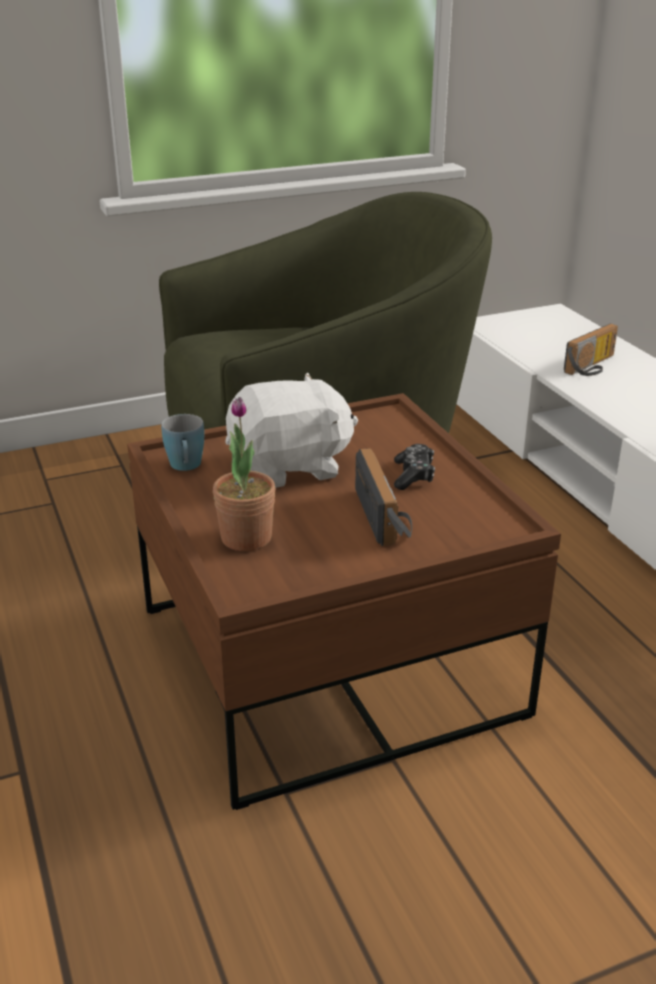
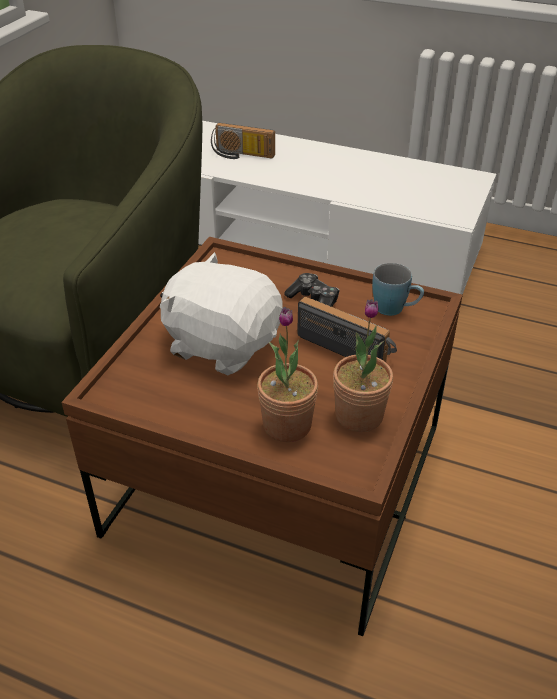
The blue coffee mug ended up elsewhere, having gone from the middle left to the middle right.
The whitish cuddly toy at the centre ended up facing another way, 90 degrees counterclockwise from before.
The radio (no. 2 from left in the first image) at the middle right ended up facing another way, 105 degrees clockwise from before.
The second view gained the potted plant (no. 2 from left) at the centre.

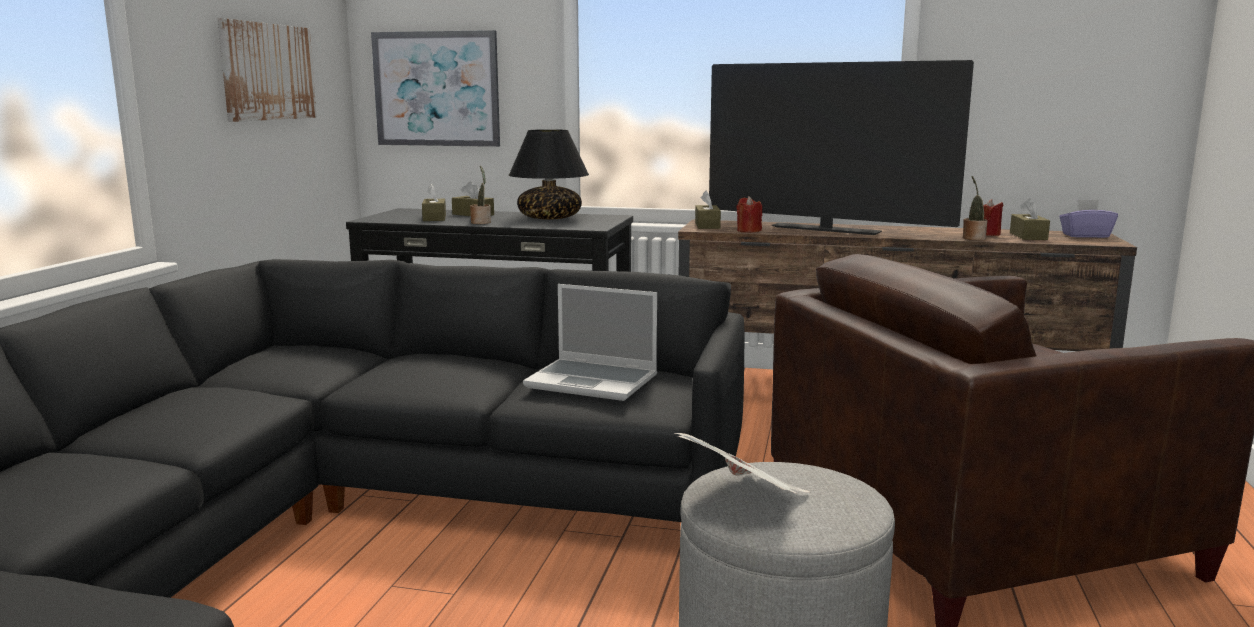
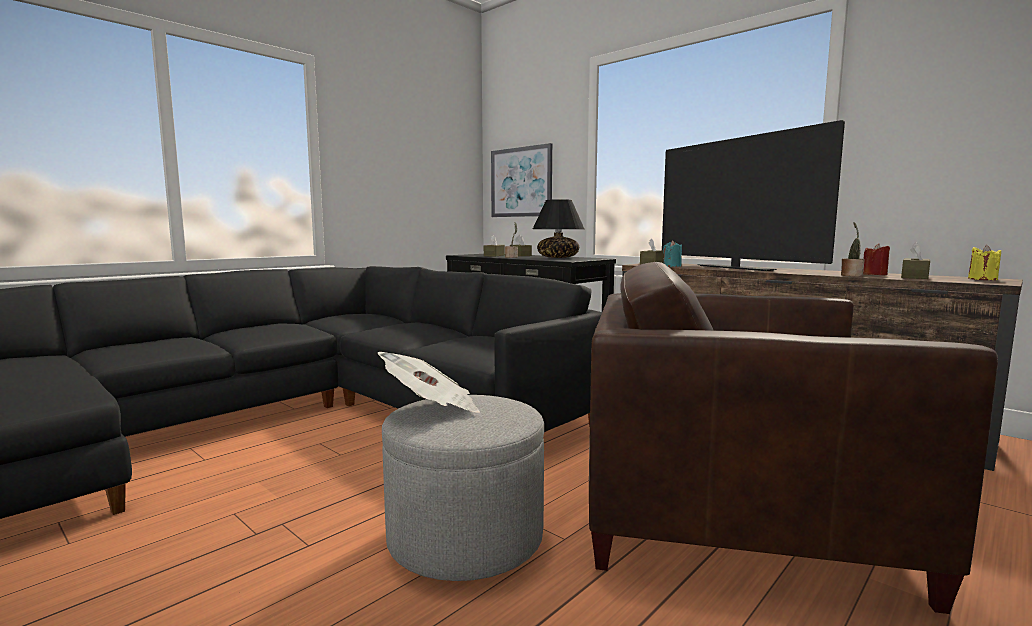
The second view lost the wall art (no. 1 from left) at the top left.
The second view lost the portable computer at the centre.
What was the red wax light (no. 1 from left) at the centre turned into the turquoise-coloured wax light at the centre.
Where the purple-coloured tissue holder stood at the middle right, the yellow-coloured wax light came to stand at the middle right.

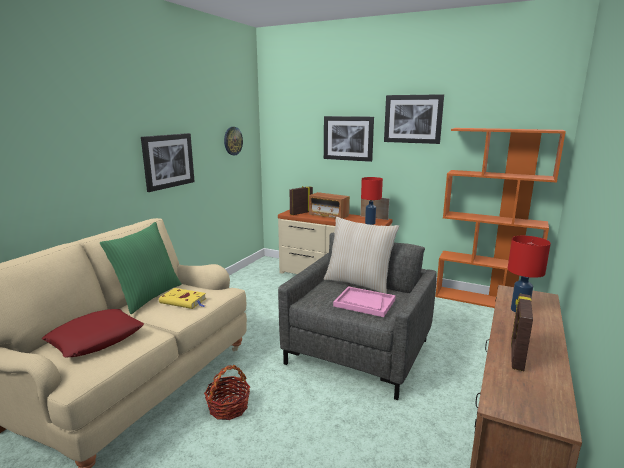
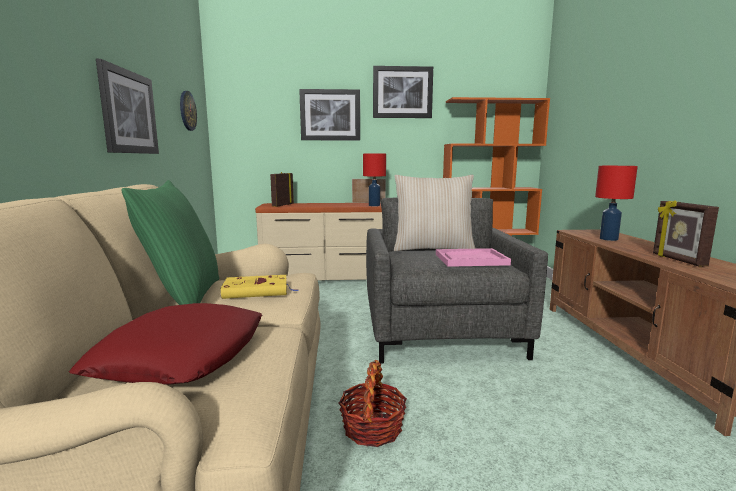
The second view lost the radio at the centre.

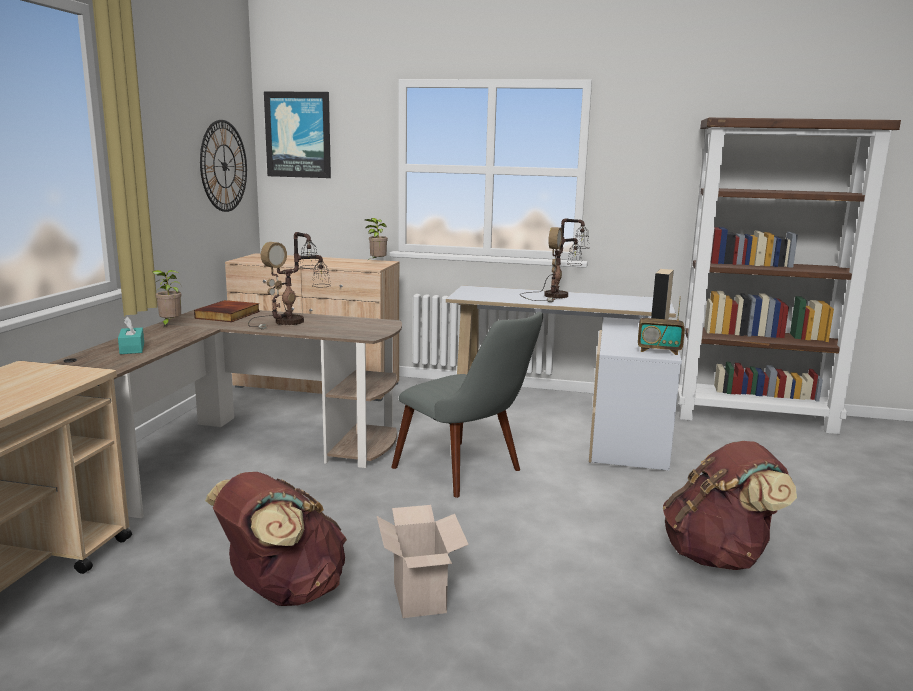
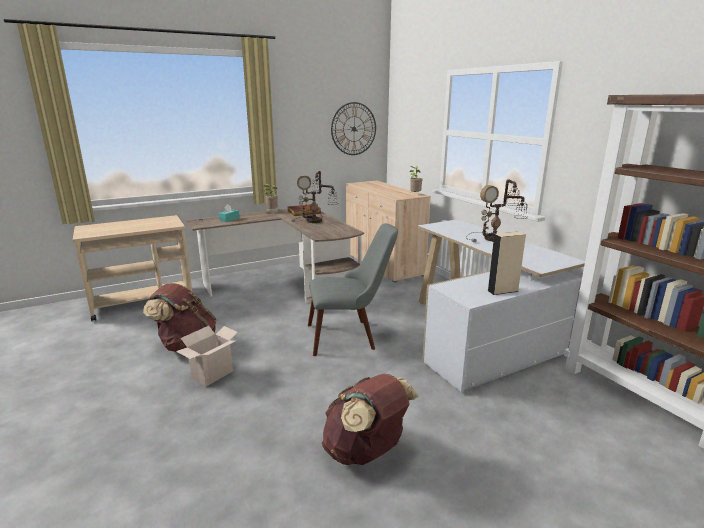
The second view lost the wall art at the top left.
The greyish plain chair at the centre ended up facing another way, 105 degrees counterclockwise from before.
The second view lost the radio at the middle right.

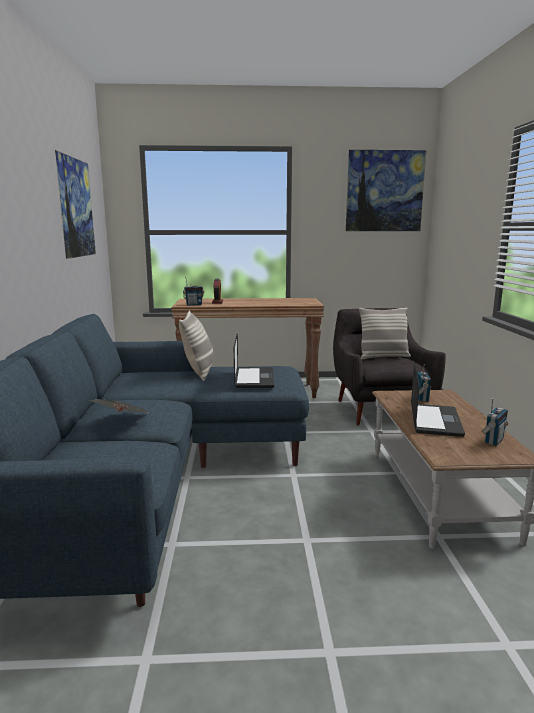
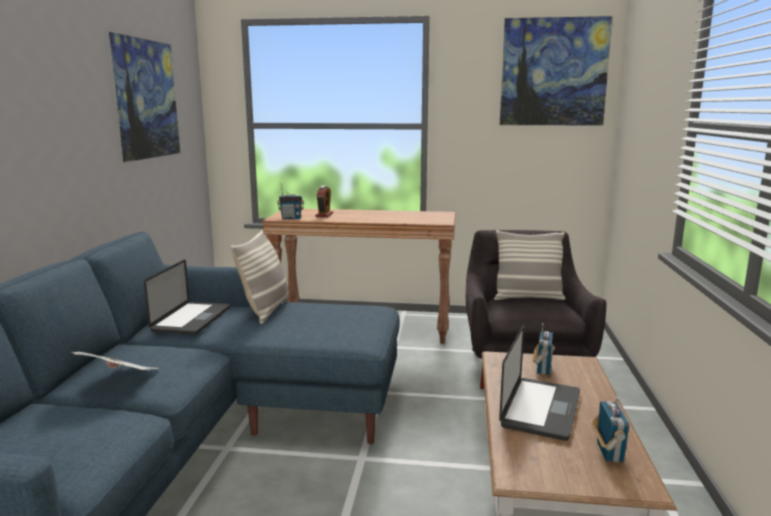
The portable computer (no. 1 from left) ended up elsewhere, having gone from the centre to the middle left.
The radio (no. 3 from left) at the middle right ended up facing another way, 45 degrees counterclockwise from before.

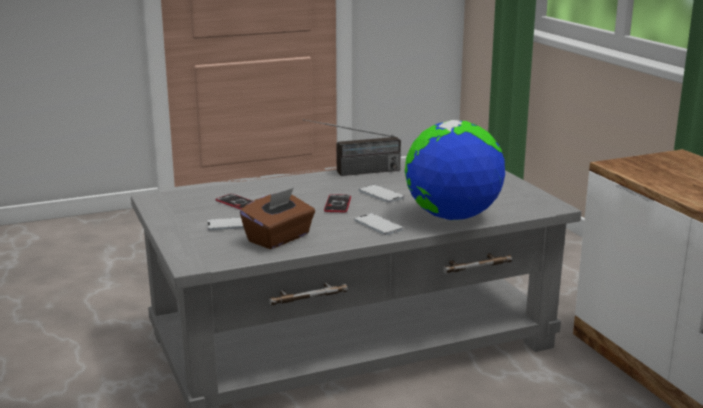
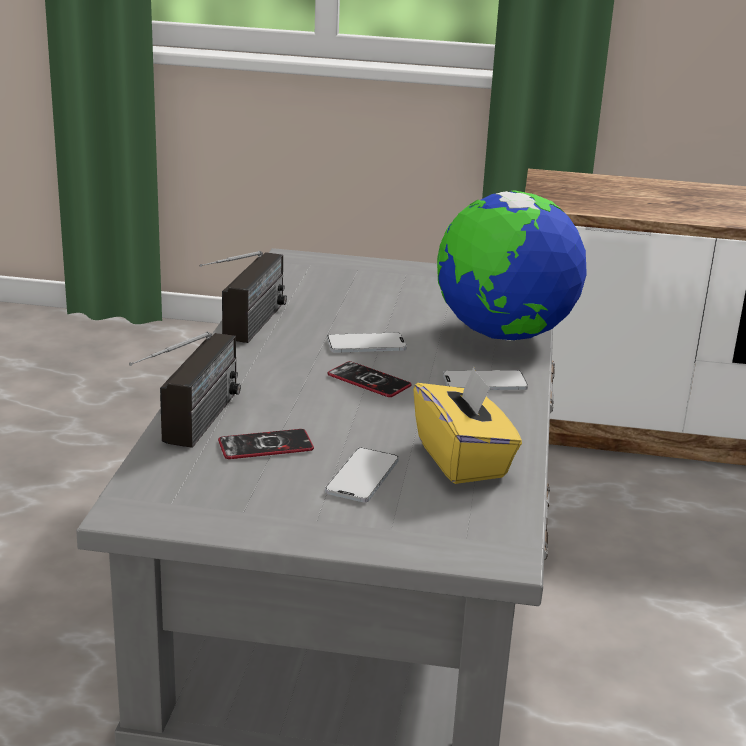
What was the brown tissue holder at the centre turned into the yellow-coloured tissue holder at the centre.
The second view gained the radio (no. 1 from left) at the middle left.

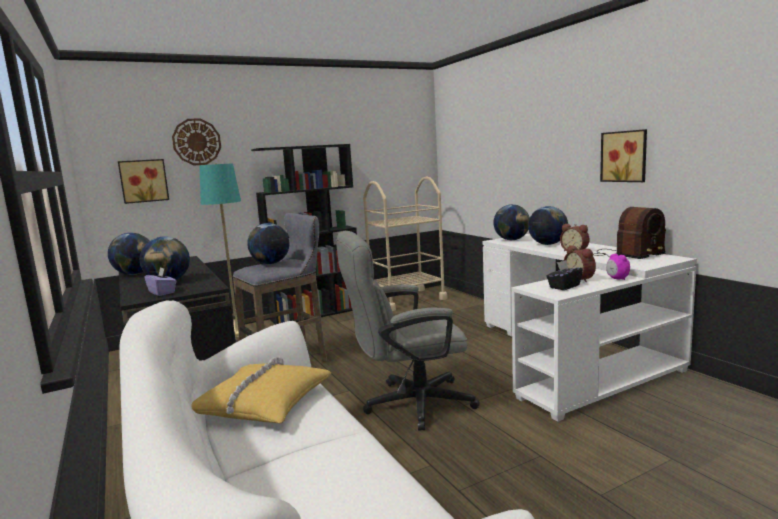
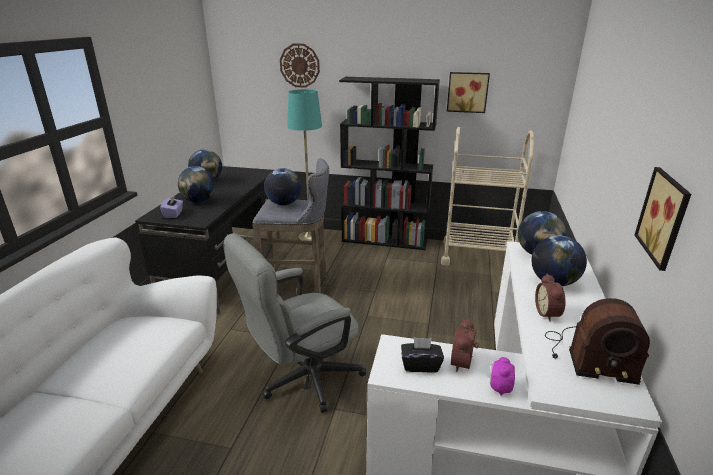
The wall art (no. 1 from left) ended up elsewhere, having gone from the middle left to the top centre.
The second view lost the yellow-coloured cushion at the bottom centre.
The greyish desk chair at the centre ended up facing another way, 60 degrees counterclockwise from before.

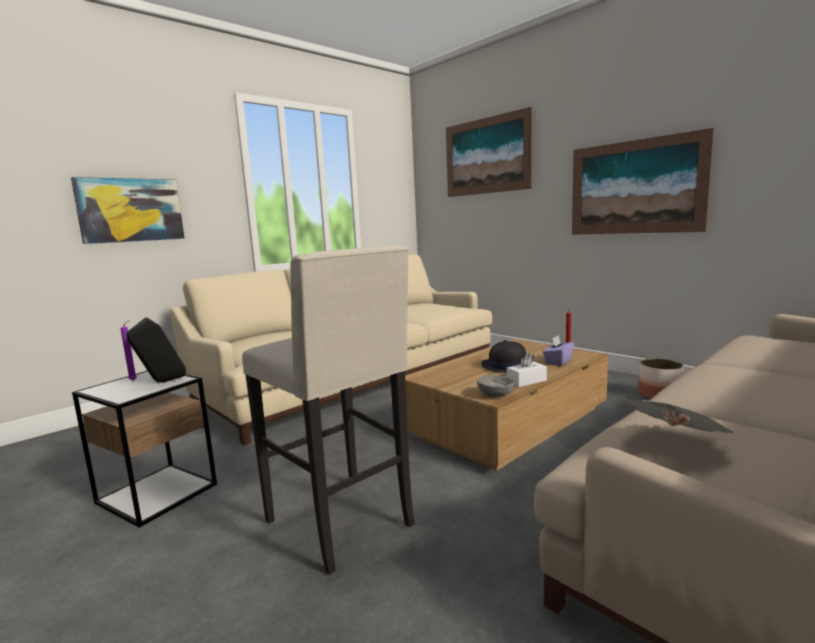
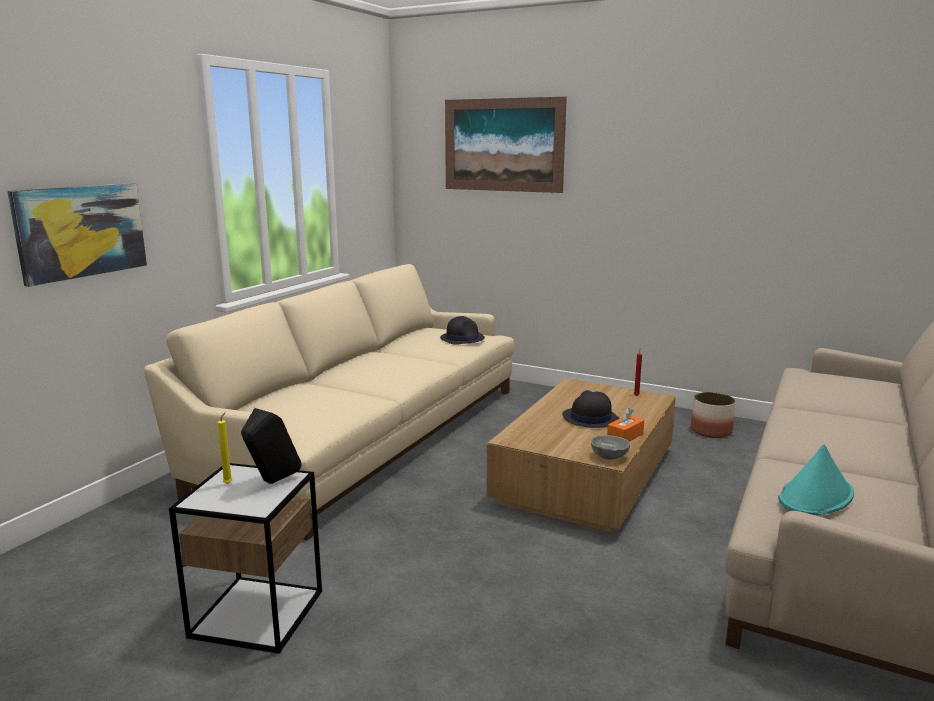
What was the purple-coloured wax light at the middle left turned into the yellow-coloured wax light at the middle left.
The second view lost the beige stool at the centre.
What was the whitish tissue holder at the centre turned into the orange-coloured tissue holder at the middle right.
The second view lost the purple-coloured tissue holder at the middle right.
The second view lost the wall art (no. 3 from left) at the top right.
Where the daily paper stood at the middle right, the turquoise-coloured wearable hat came to stand at the bottom right.
The second view gained the black-coloured wearable hat (no. 1 from left) at the centre.

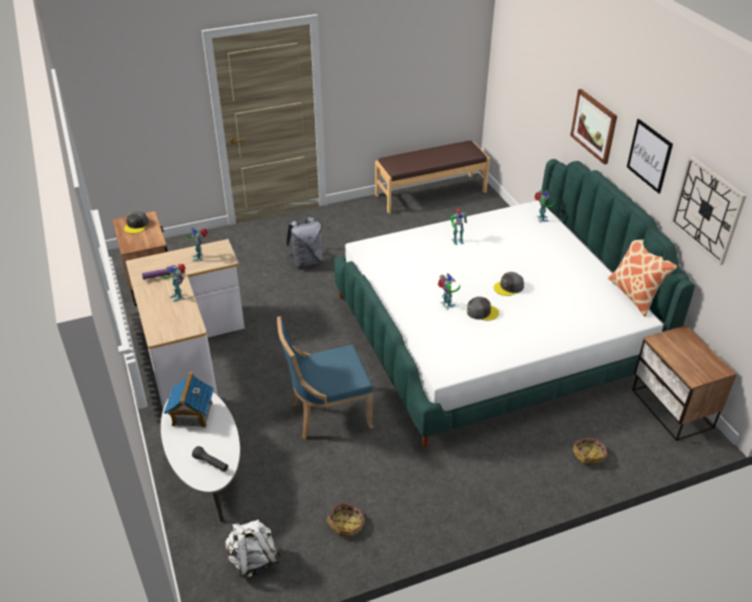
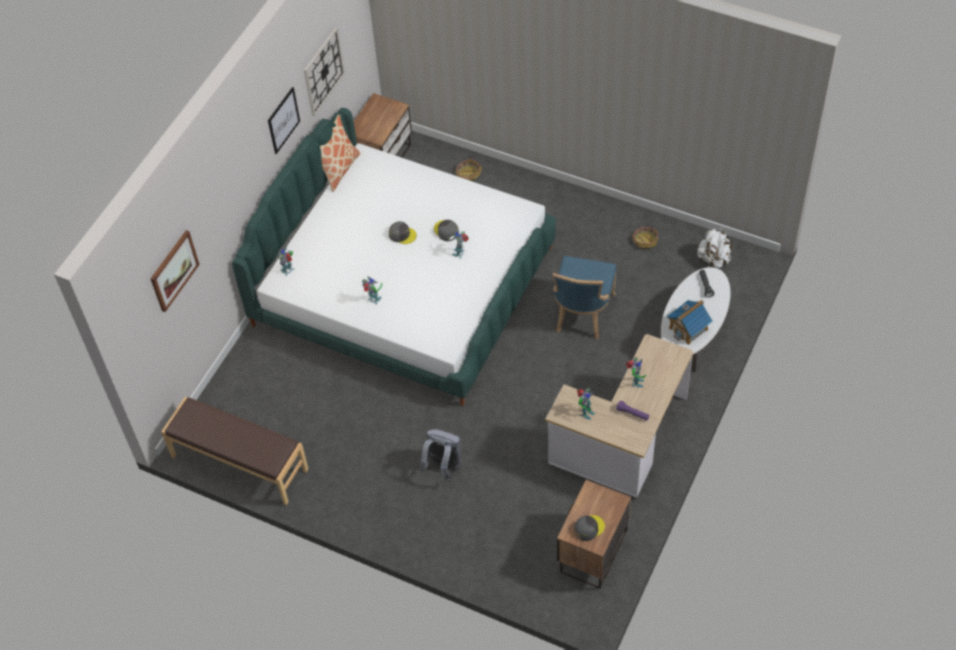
The blue plain chair at the centre ended up facing another way, 75 degrees clockwise from before.
The wall art (no. 1 from left) ended up elsewhere, having gone from the top right to the middle left.

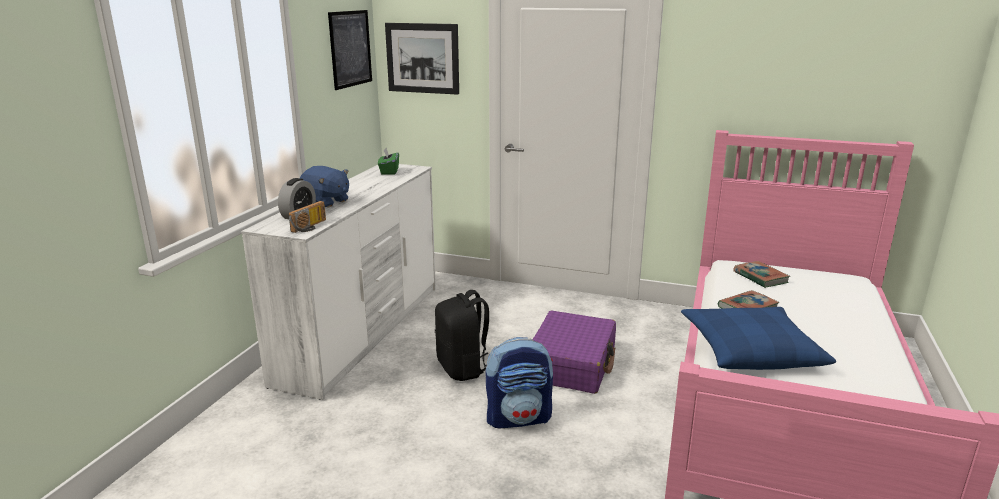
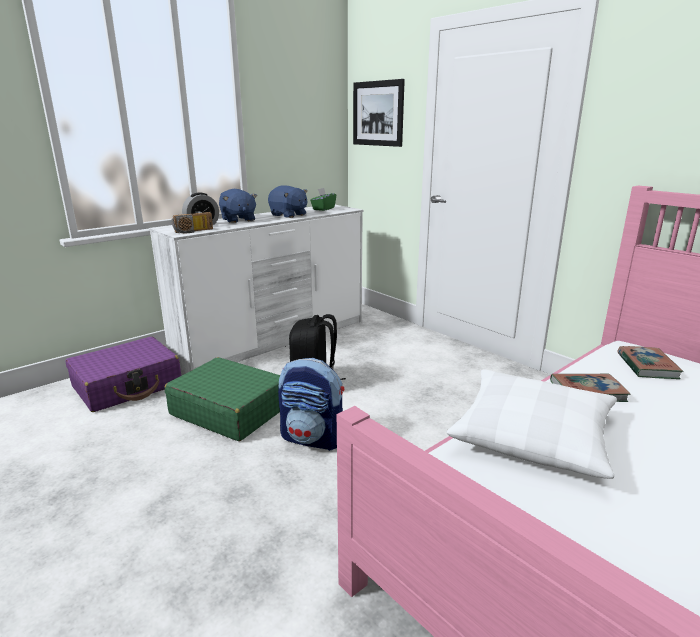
The second view lost the wall art (no. 1 from left) at the top centre.
The purple-coloured travel case ended up elsewhere, having gone from the bottom centre to the middle left.
What was the blue cushion at the bottom right turned into the whitish cushion at the middle right.
The second view gained the green-coloured travel case at the middle left.
The second view gained the blue cuddly toy (no. 2 from left) at the top centre.

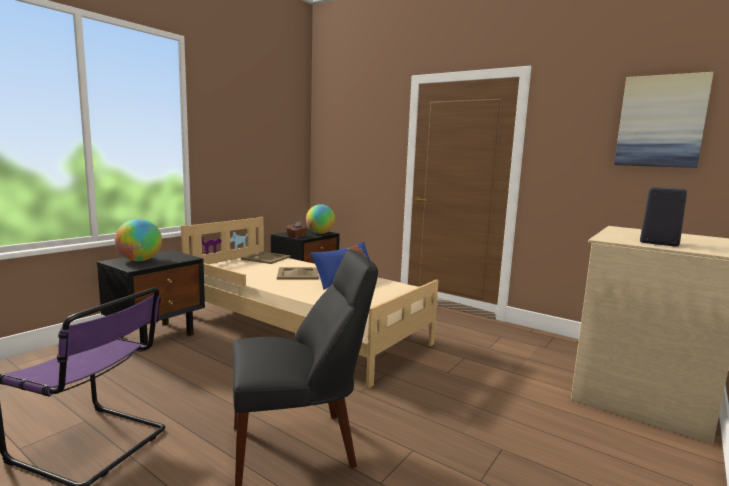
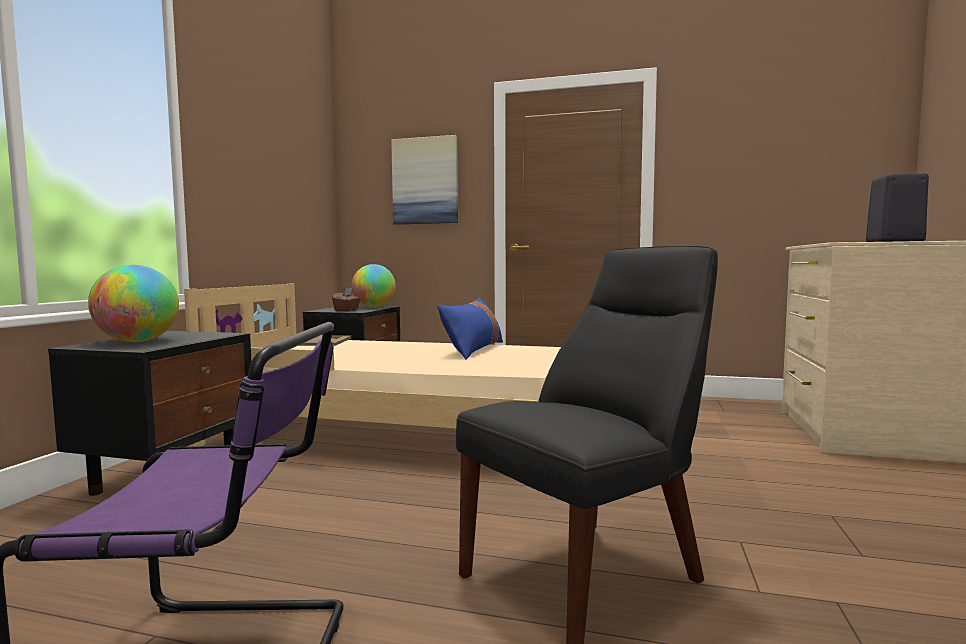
The second view lost the beige tray (no. 2 from left) at the centre.
The wall art ended up elsewhere, having gone from the top right to the top centre.

